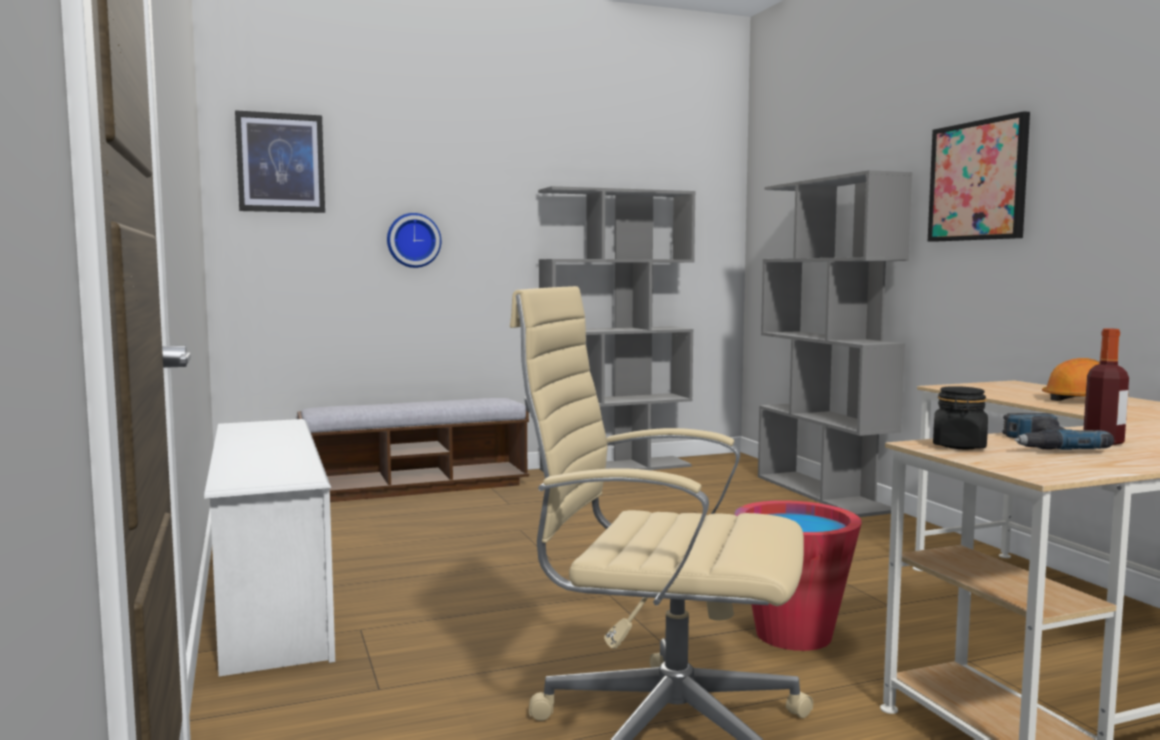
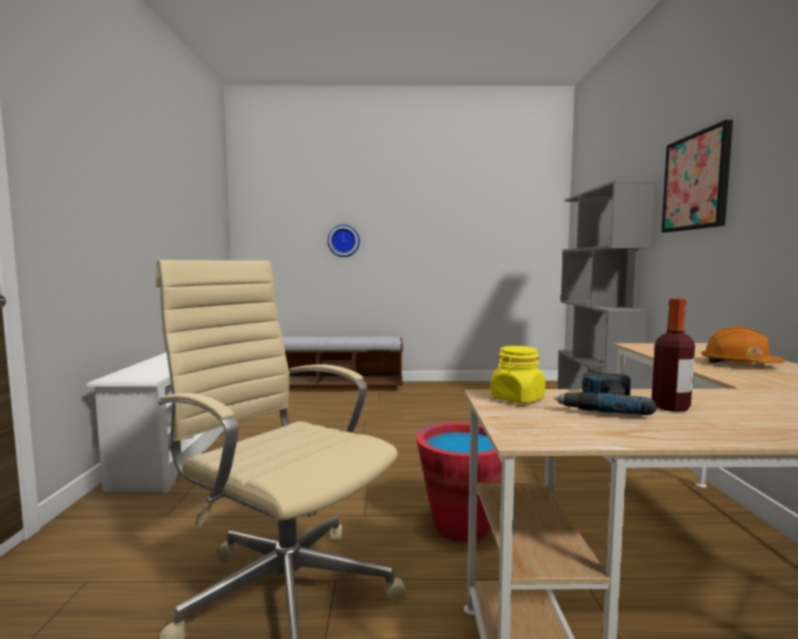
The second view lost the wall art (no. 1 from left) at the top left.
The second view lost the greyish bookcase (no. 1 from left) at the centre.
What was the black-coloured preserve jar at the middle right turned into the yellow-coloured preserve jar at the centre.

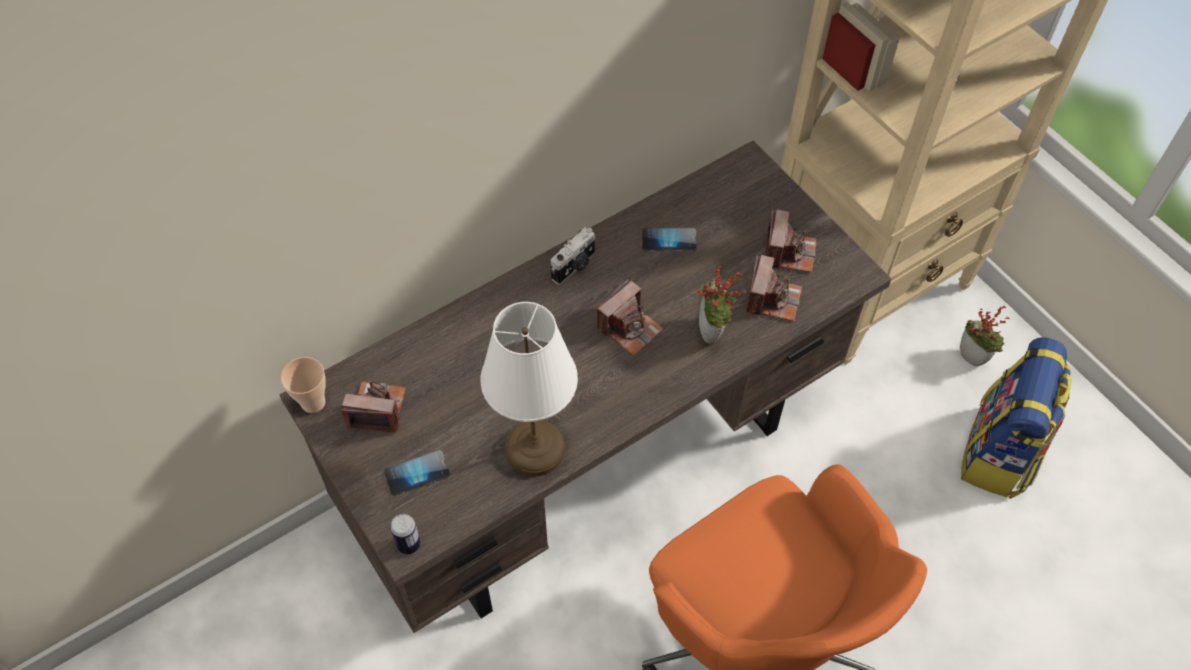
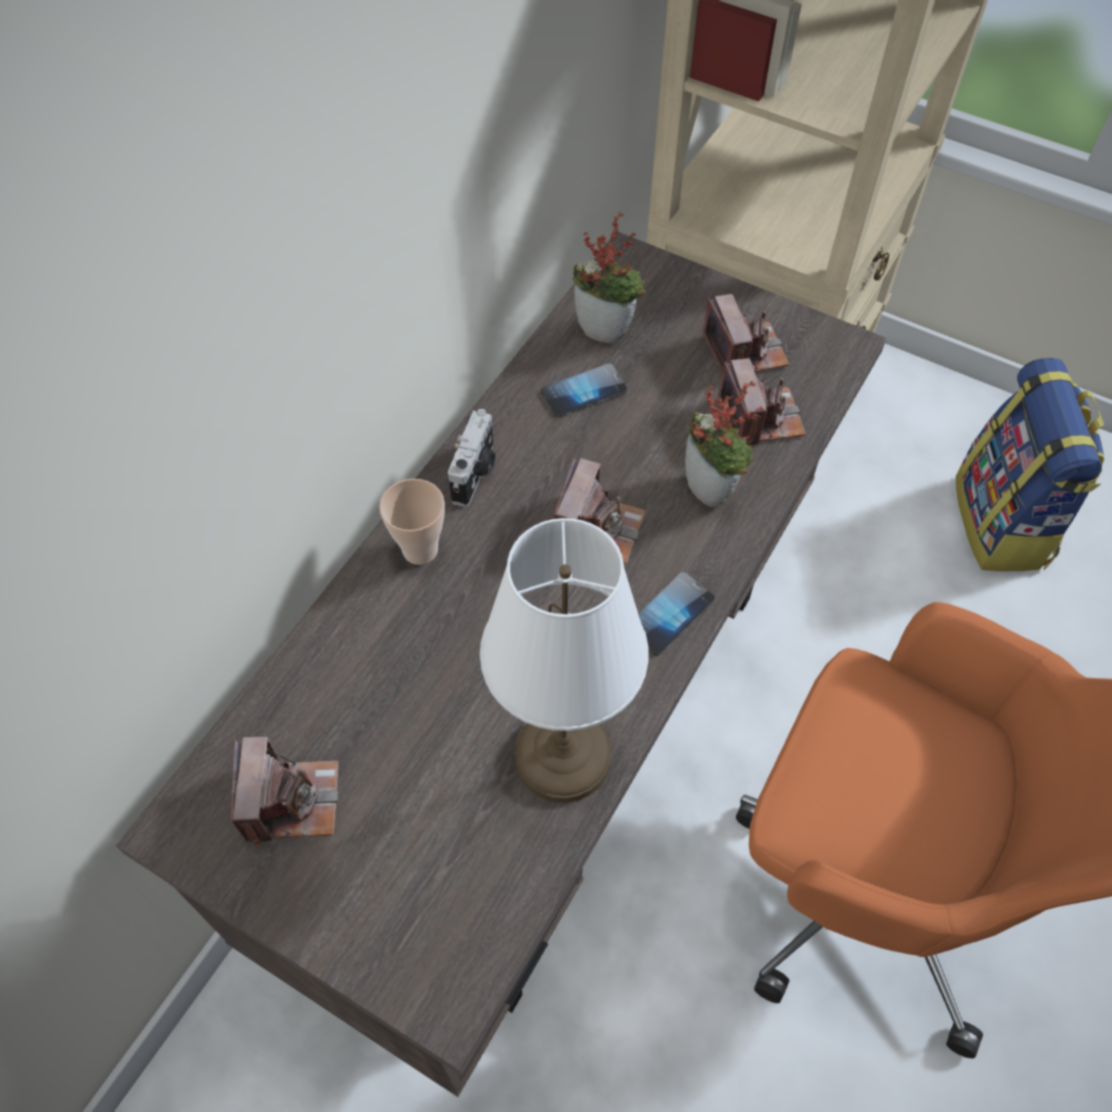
The cup ended up elsewhere, having gone from the middle left to the centre.
The photo camera (no. 1 from left) at the middle left ended up facing another way, 105 degrees clockwise from before.
The phone (no. 1 from left in the first image) ended up elsewhere, having gone from the bottom centre to the centre.
The second view lost the sealed can at the bottom centre.
The potted plant (no. 2 from left in the first image) ended up elsewhere, having gone from the middle right to the top centre.

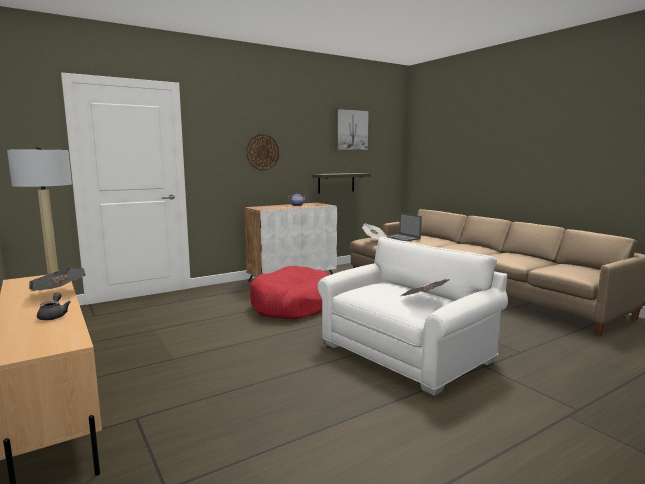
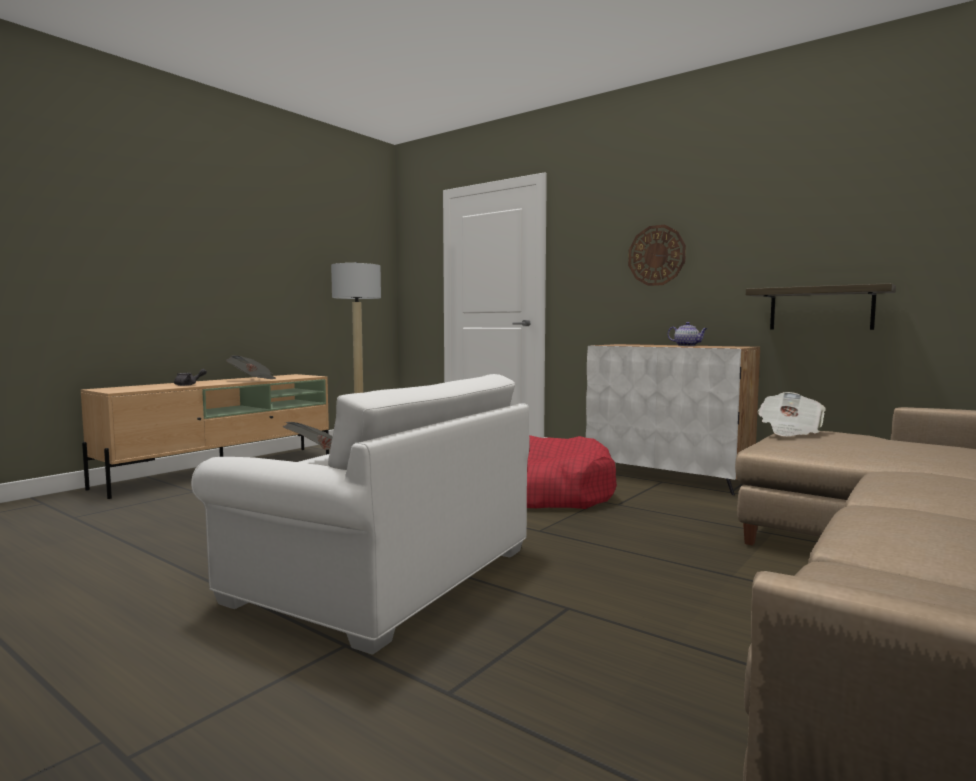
The second view lost the wall art at the top centre.
The second view lost the portable computer at the centre.

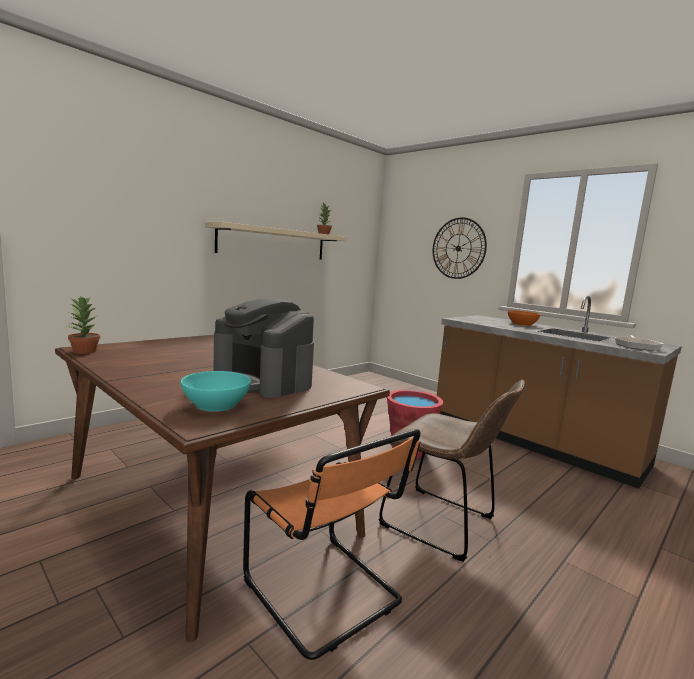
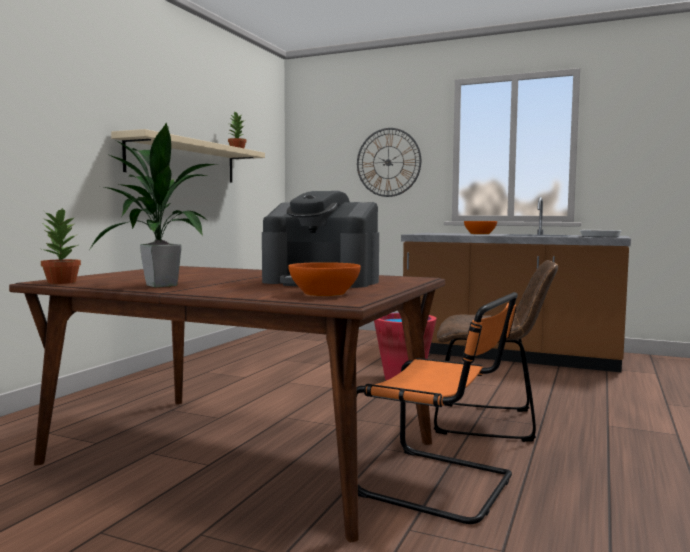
What was the turquoise-coloured serving bowl at the middle left turned into the orange-coloured serving bowl (no. 1 from left) at the centre.
The second view gained the potted plant (no. 2 from left) at the middle left.

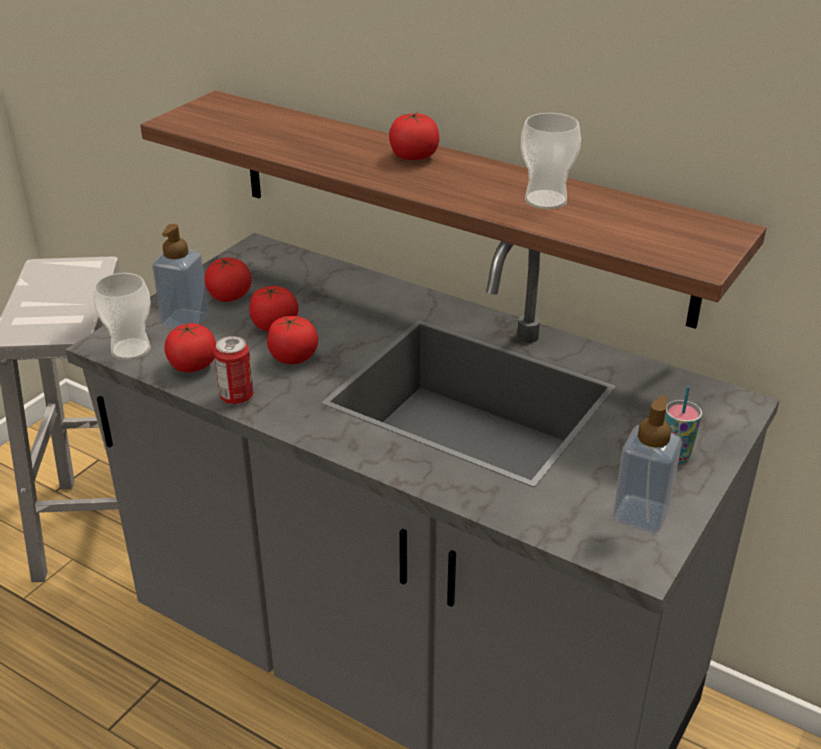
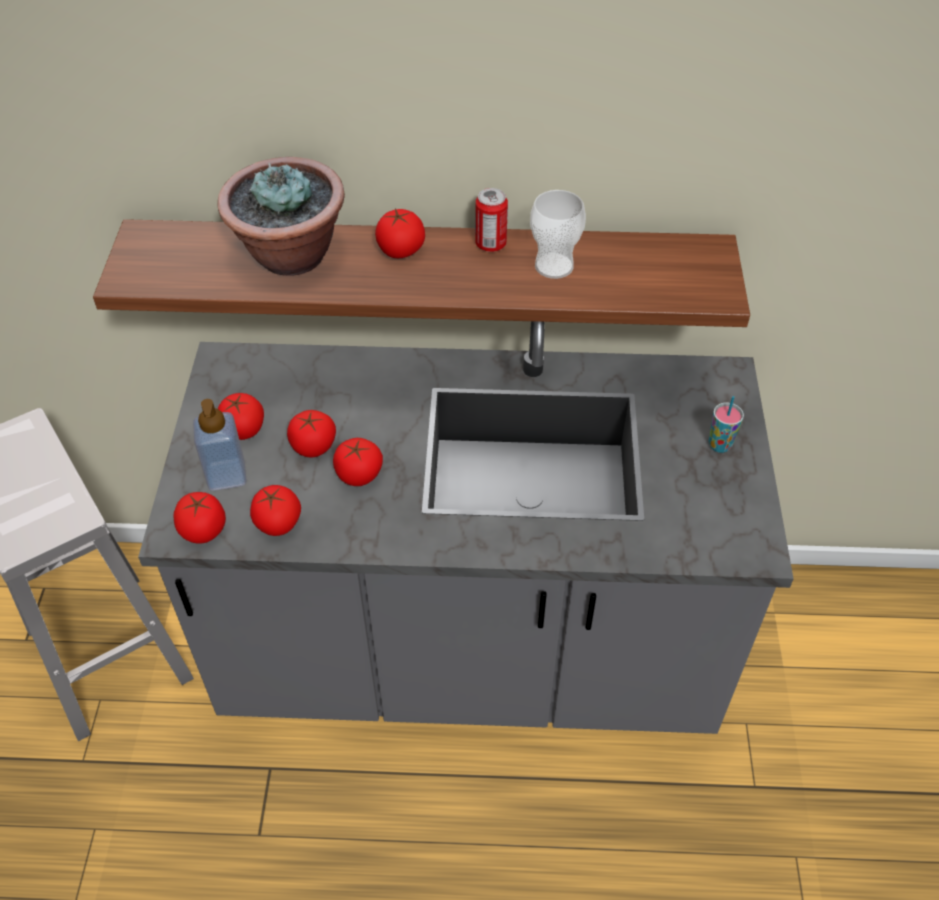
Where the cup (no. 1 from left) stood at the middle left, the tomato (no. 1 from left) came to stand at the middle left.
The sealed can ended up elsewhere, having gone from the middle left to the top centre.
The second view lost the liquid soap bottle (no. 2 from left) at the middle right.
The second view gained the potted plant at the top left.

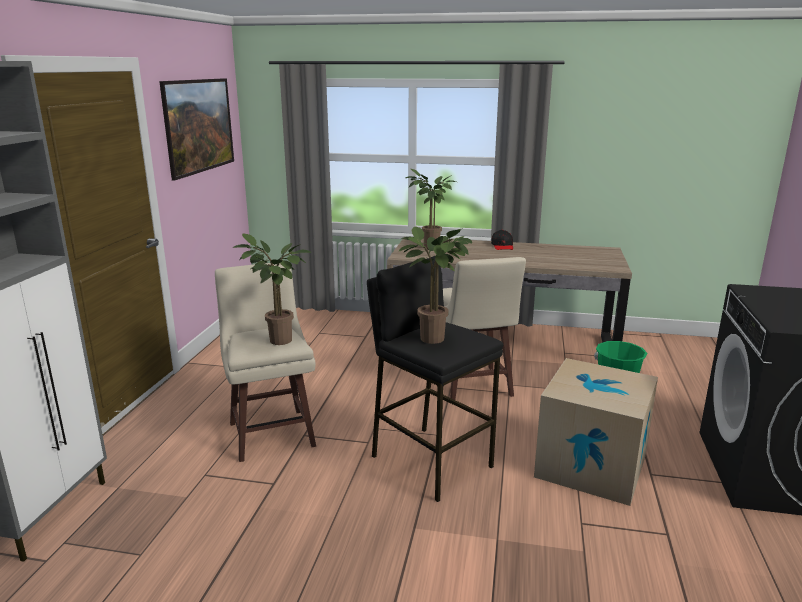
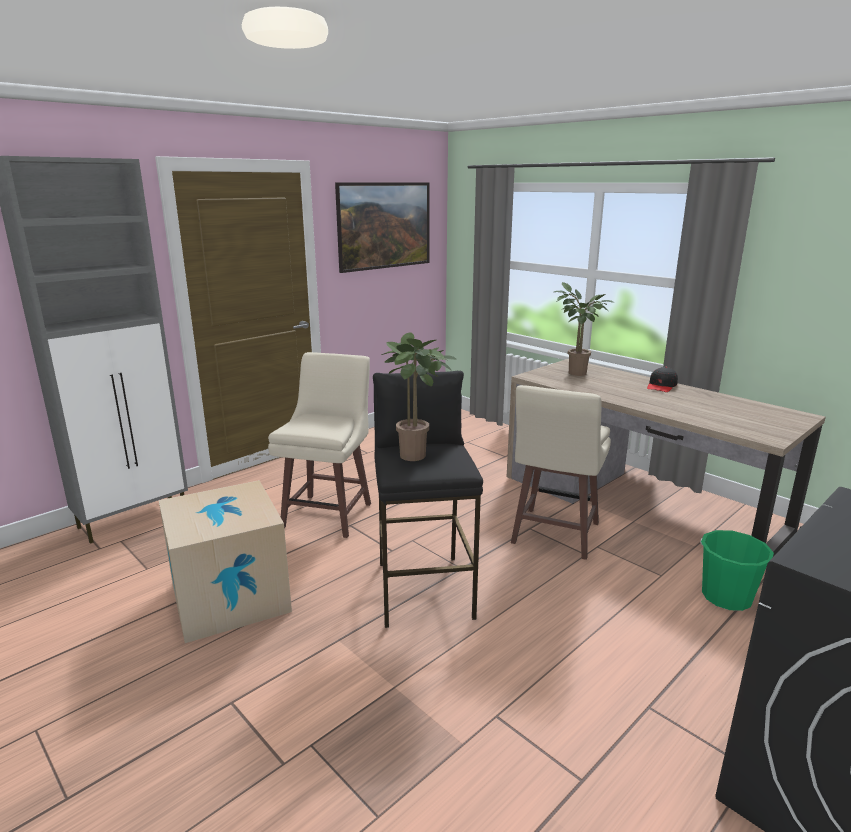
The second view lost the potted plant (no. 1 from left) at the centre.
The carton ended up elsewhere, having gone from the bottom right to the bottom left.

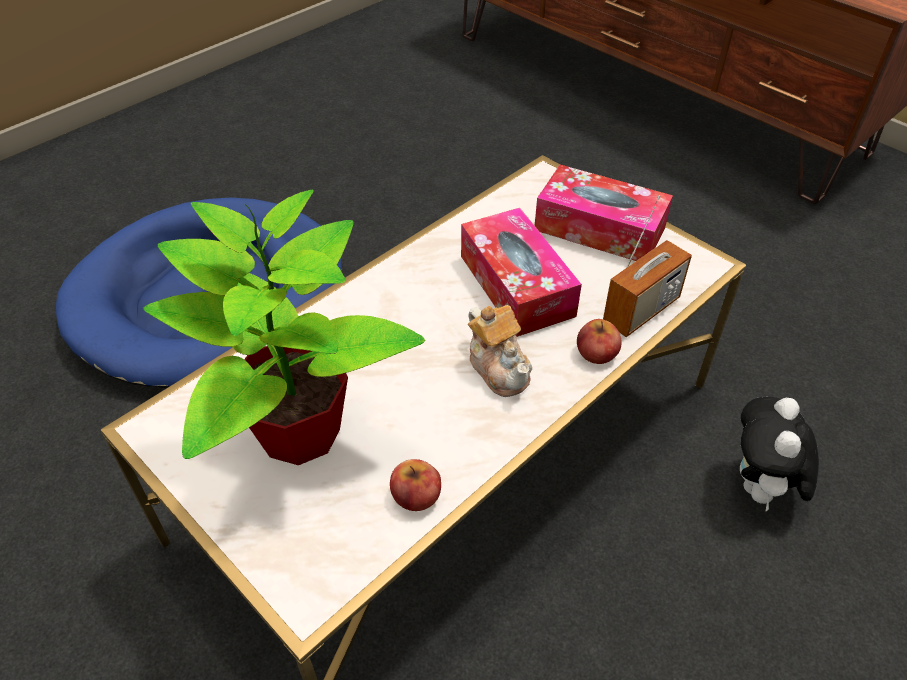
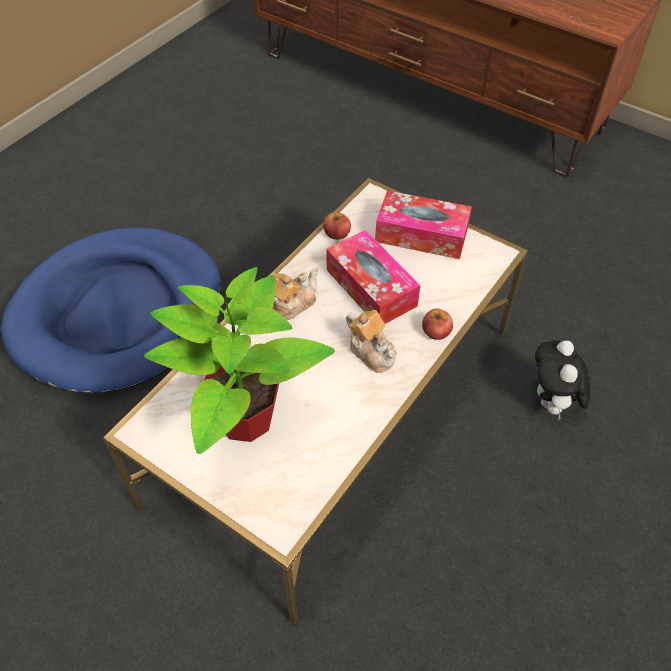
The whole apple (no. 1 from left) ended up elsewhere, having gone from the bottom centre to the centre.
The second view lost the radio at the middle right.
The second view gained the teapot (no. 1 from left) at the centre.

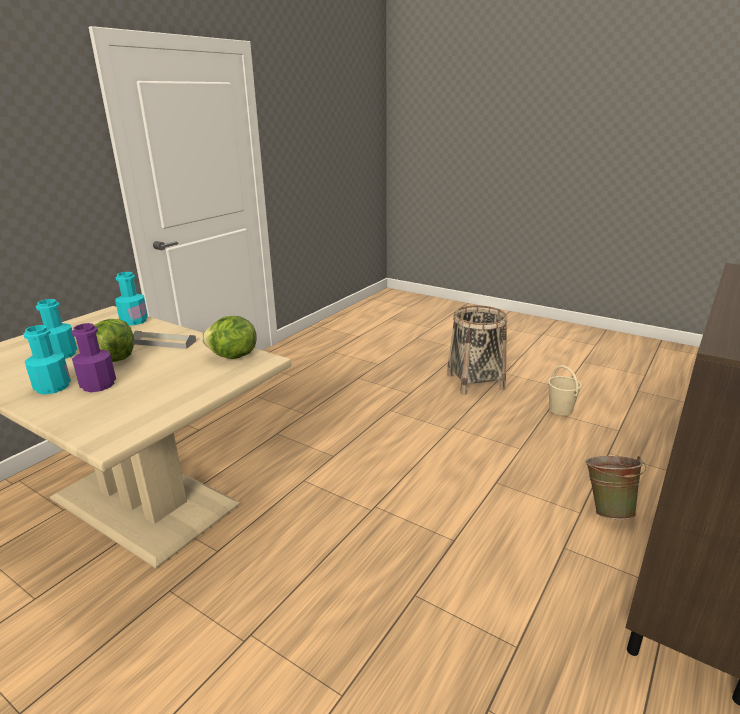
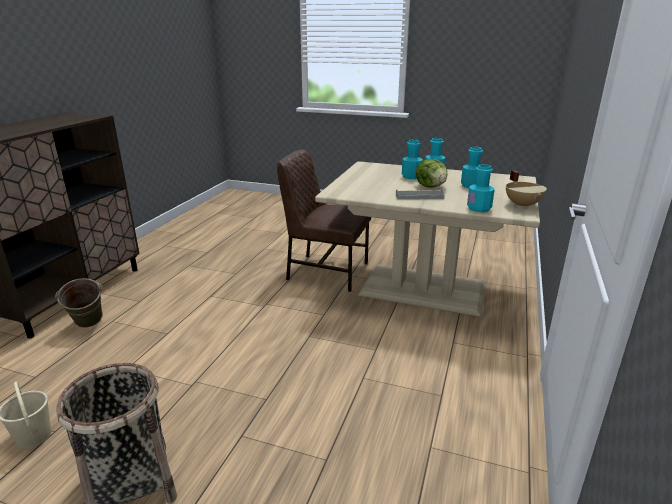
What was the purple-coloured drink bottle at the middle left turned into the turquoise-coloured drink bottle (no. 1 from left) at the top centre.
The second view lost the head of lettuce (no. 2 from left) at the middle left.
The second view gained the brown plain chair at the centre.
The second view gained the beige stockpot at the middle right.

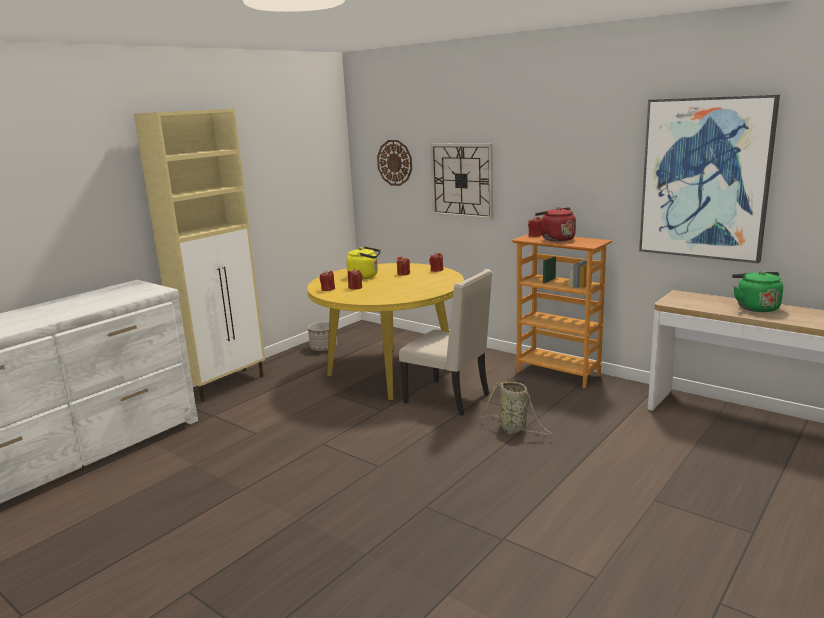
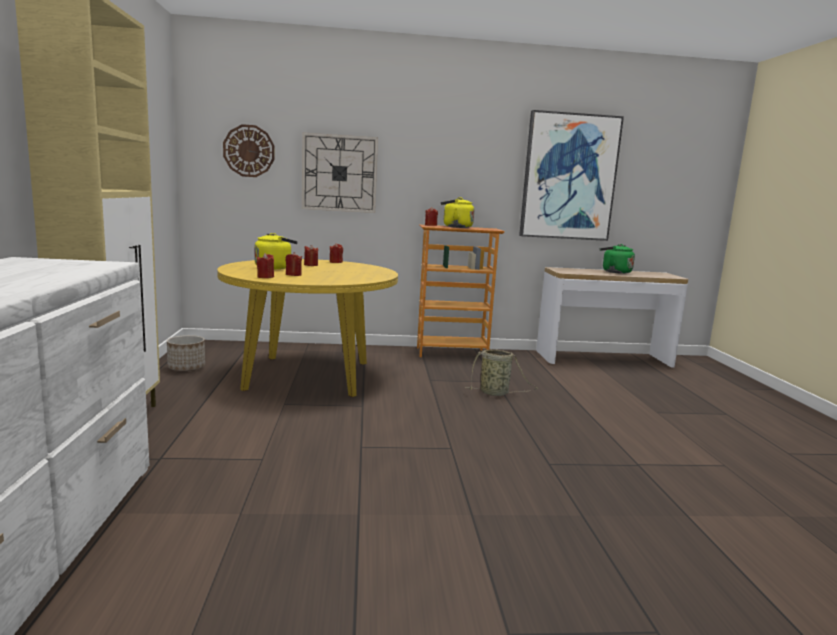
The second view lost the beige plain chair at the centre.
What was the red kettle at the middle right turned into the yellow-coloured kettle (no. 2 from left) at the centre.

